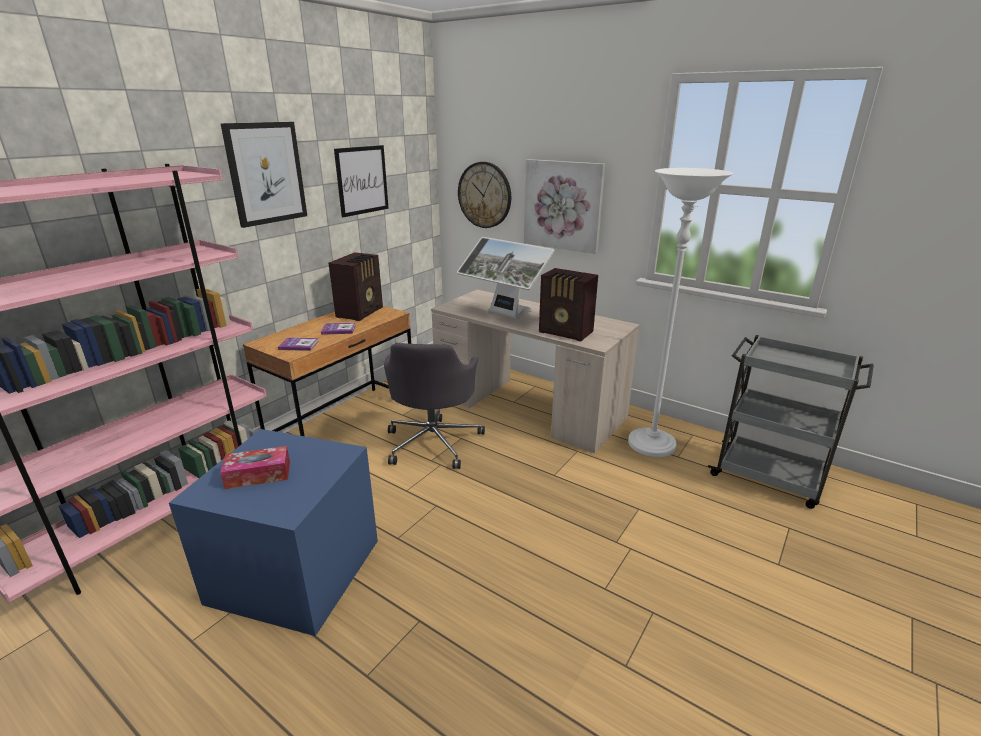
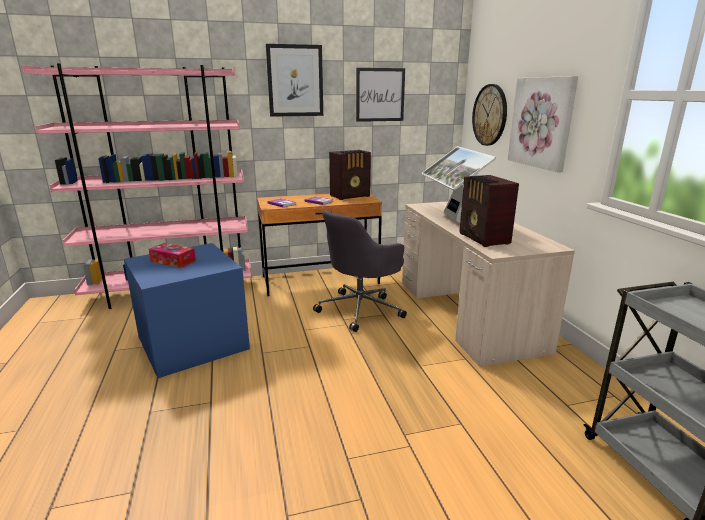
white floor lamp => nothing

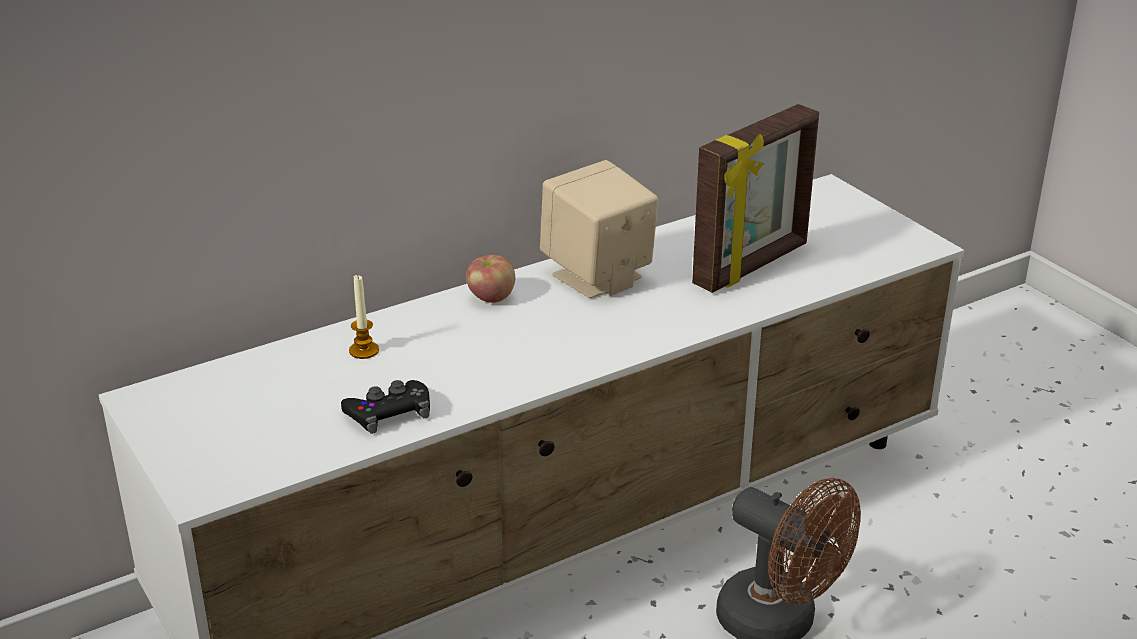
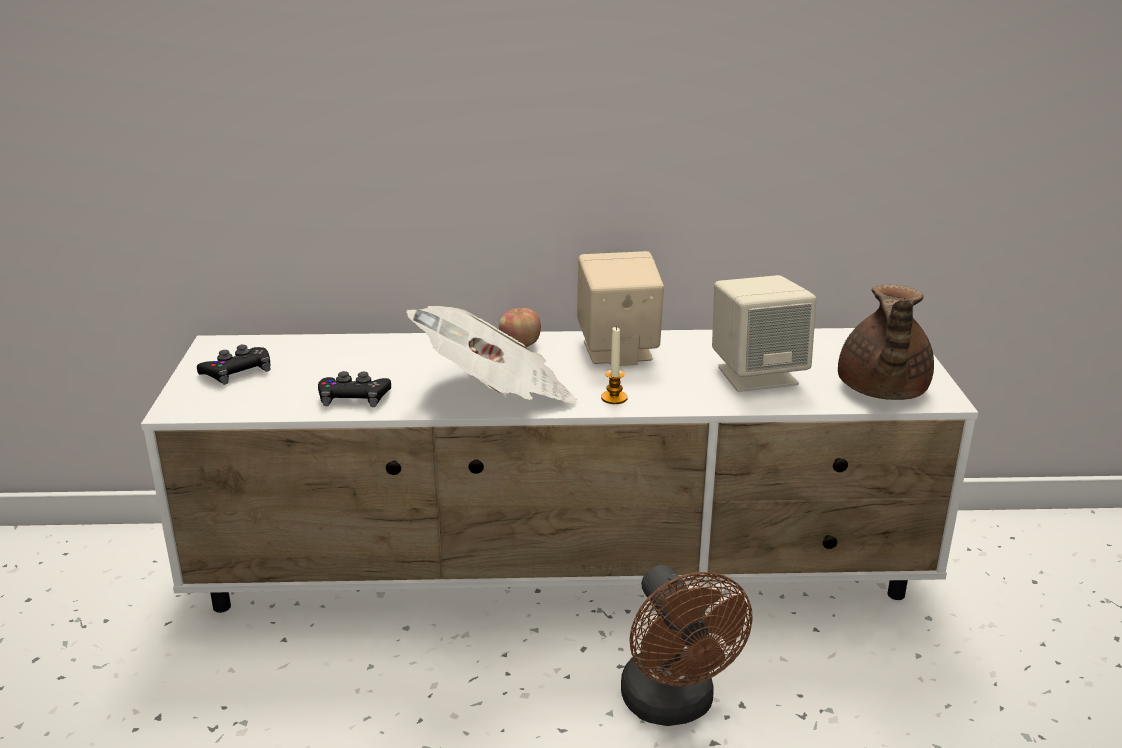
nothing => black game controller (1st from left)
nothing => newspaper
candle, move
picture frame => beige speaker (2nd from left)
nothing => brown teapot

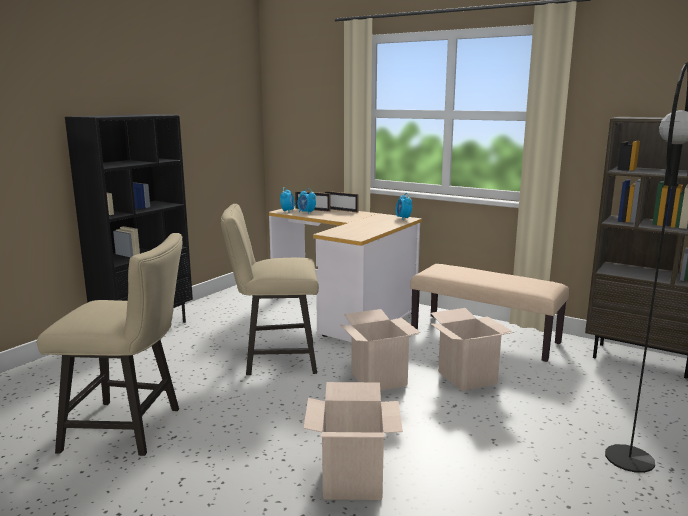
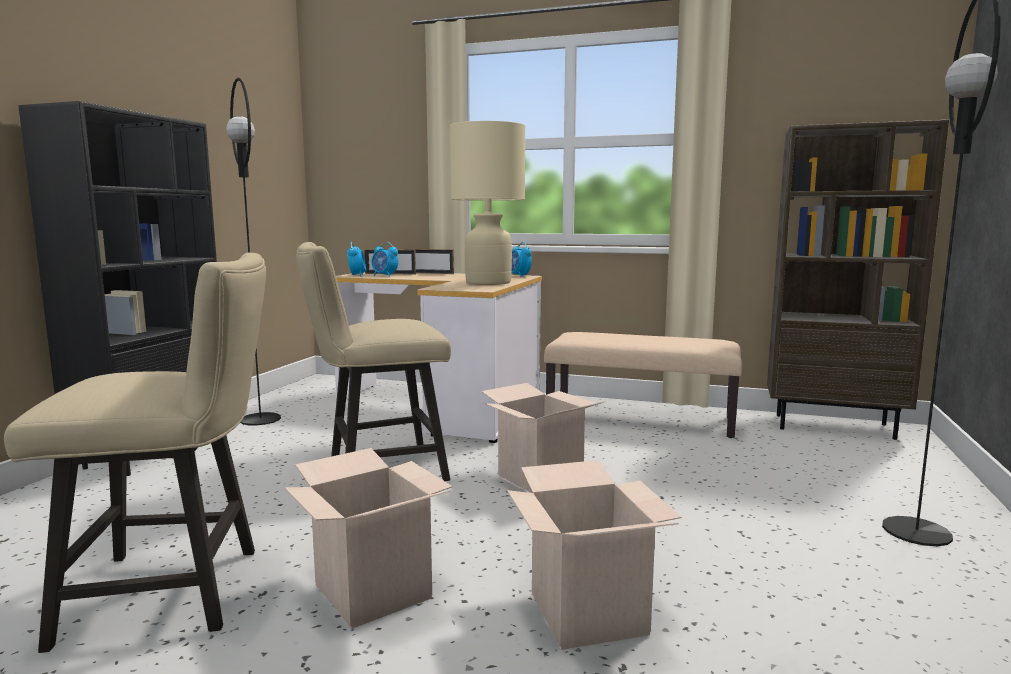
nothing => black floor lamp (1st from left)
cardboard box (3rd from left in the first image) => cardboard box (1st from left), move
nothing => beige table lamp

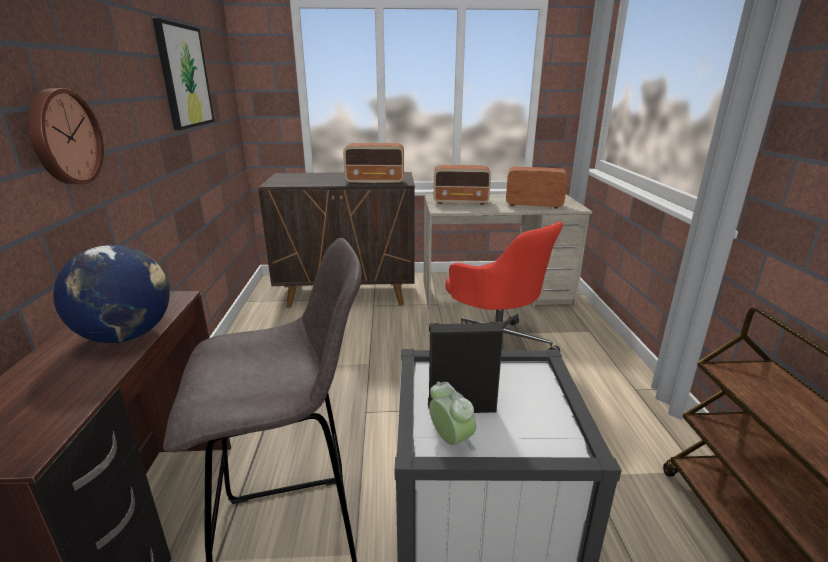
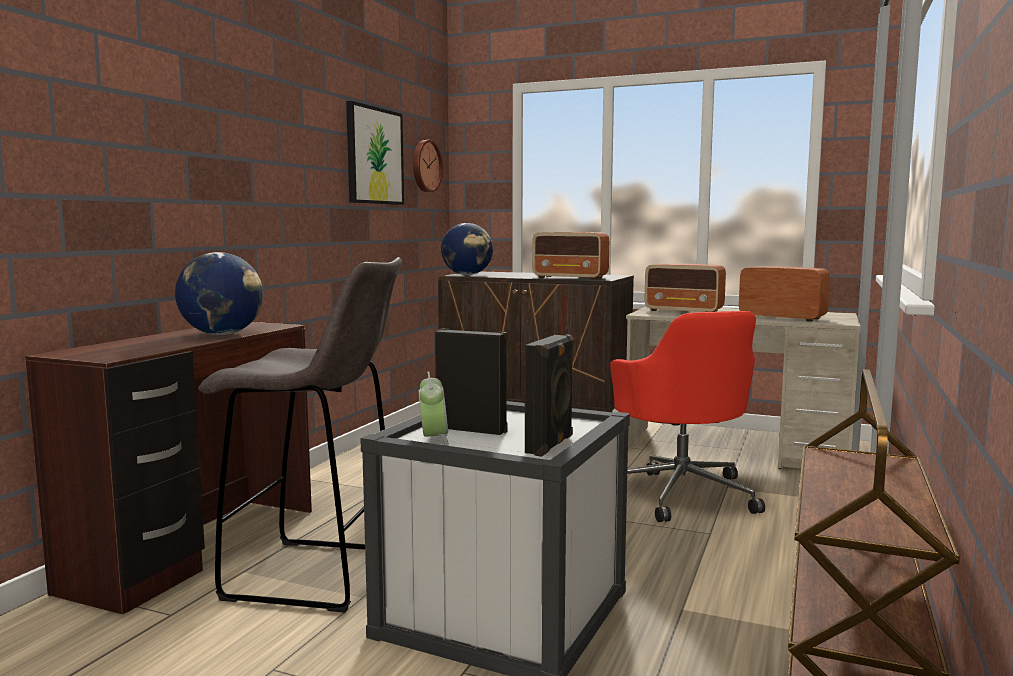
wall clock, move
nothing => globe (2nd from left)
nothing => black speaker (2nd from left)

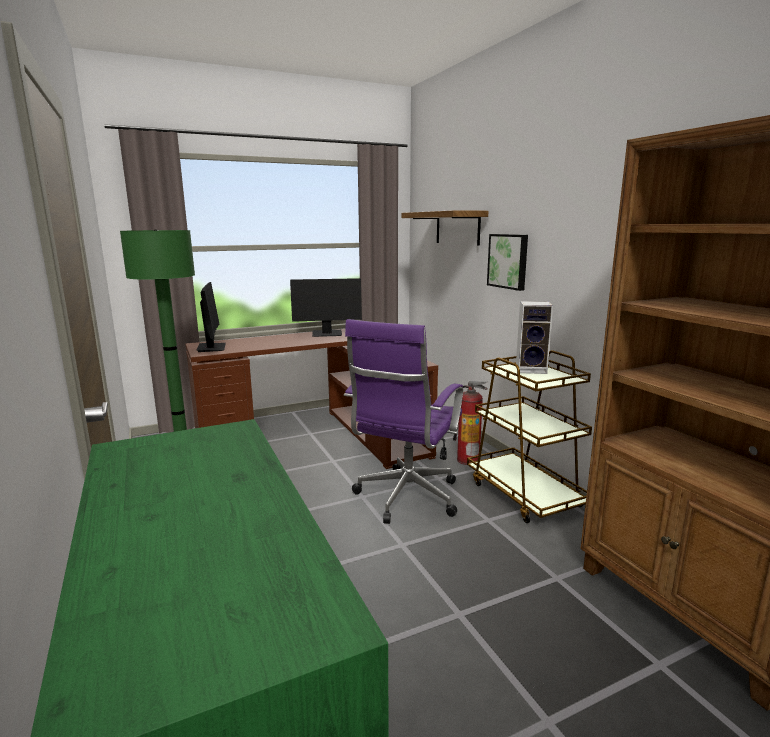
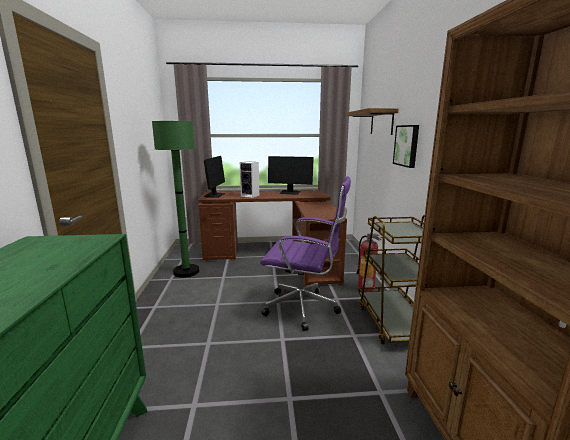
speaker, move
purple office chair, 120 degrees counterclockwise

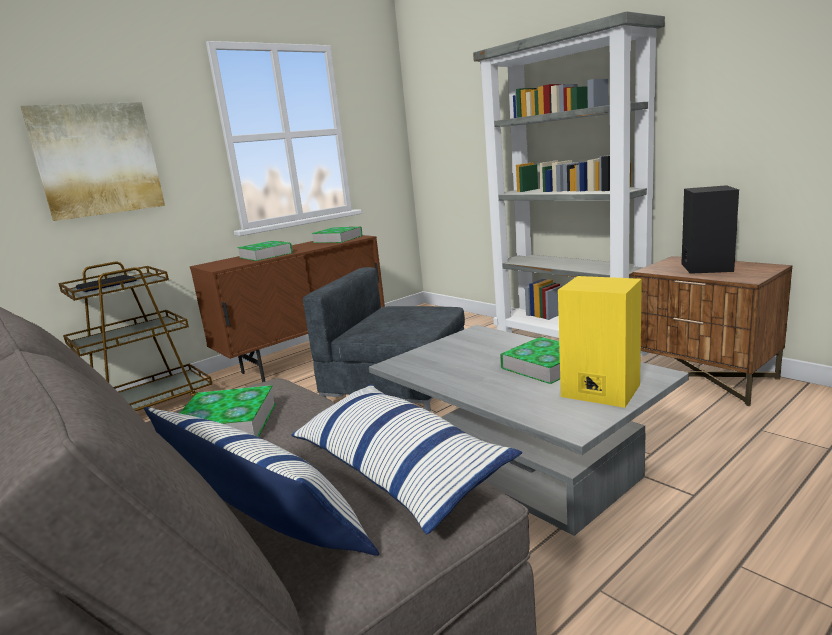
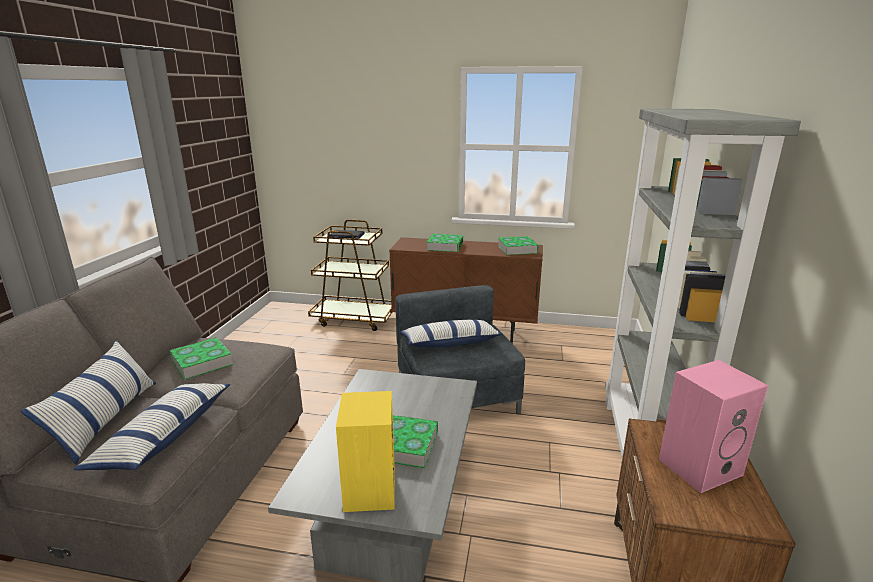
nothing => pillow (3rd from left)
black speaker => pink speaker
picture => nothing

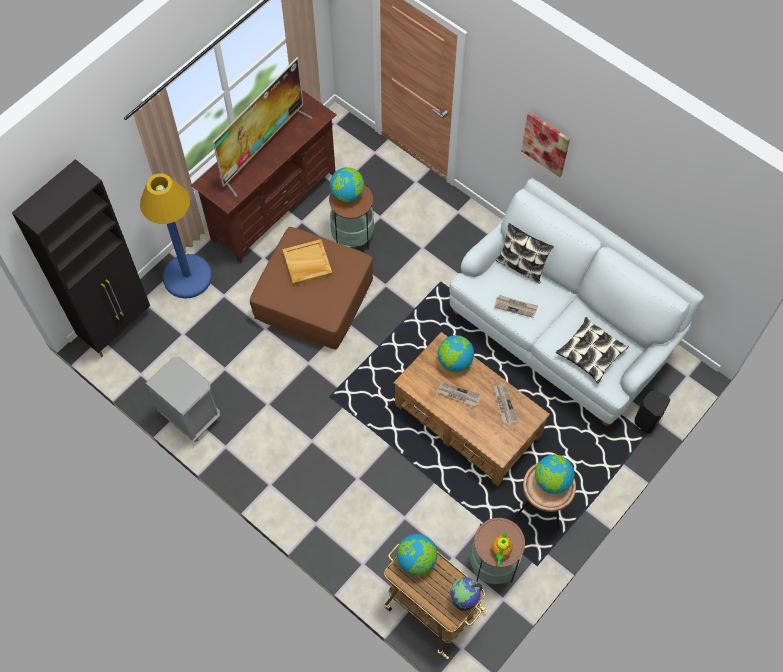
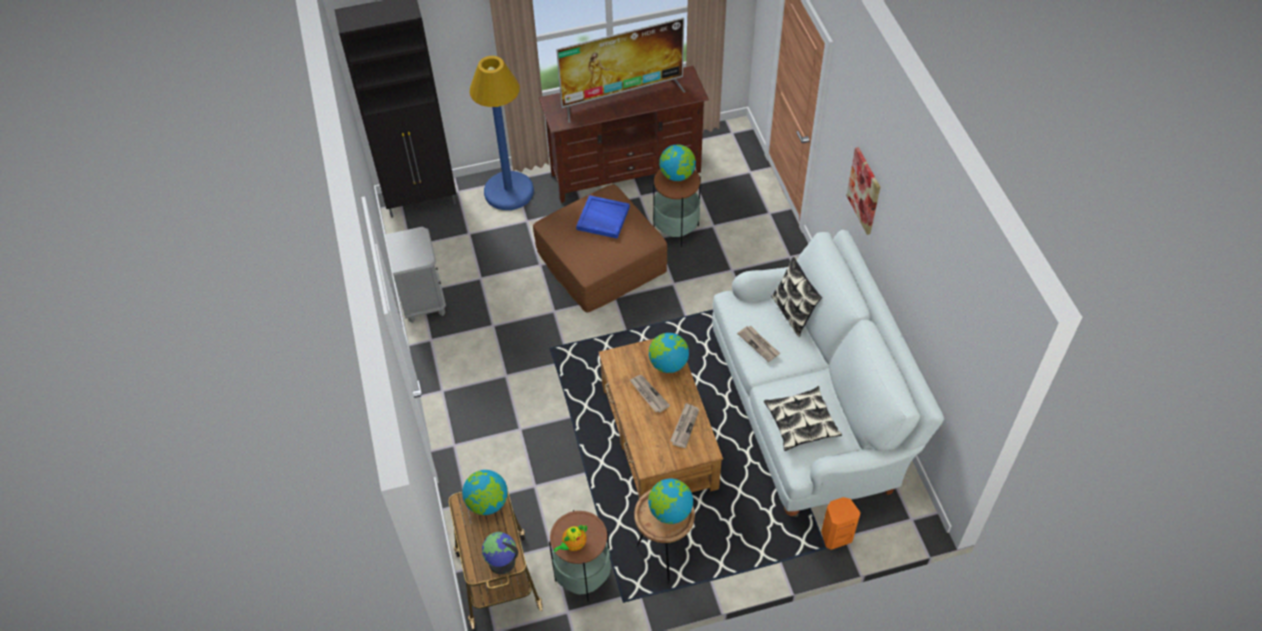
beige tray => blue tray
black speaker => orange speaker

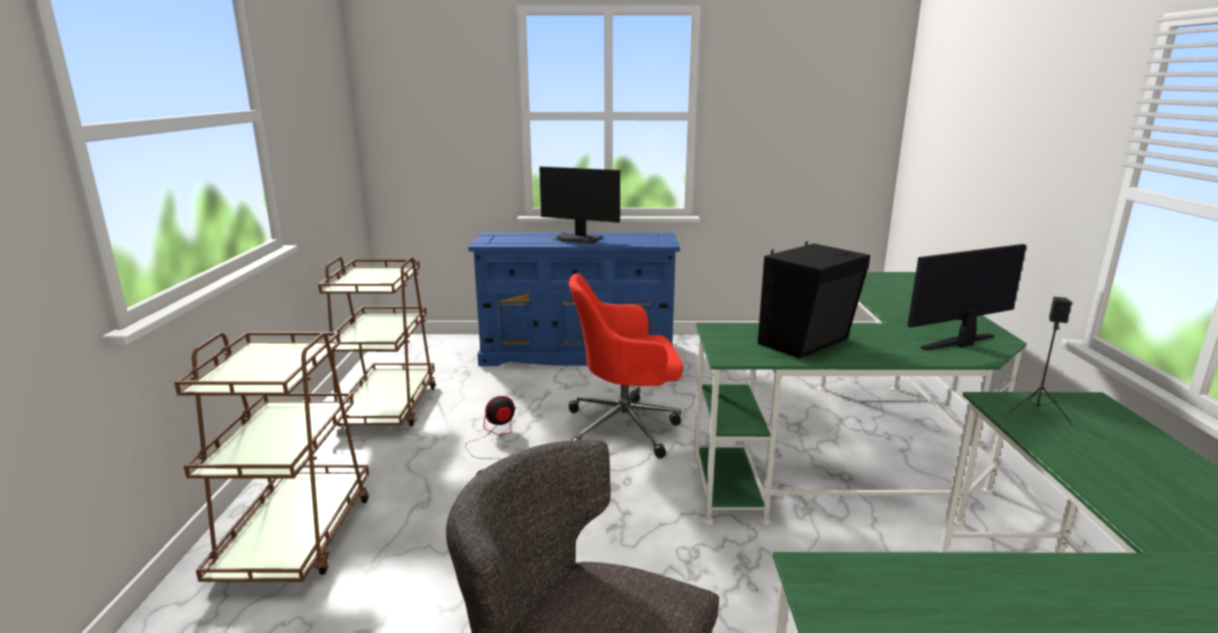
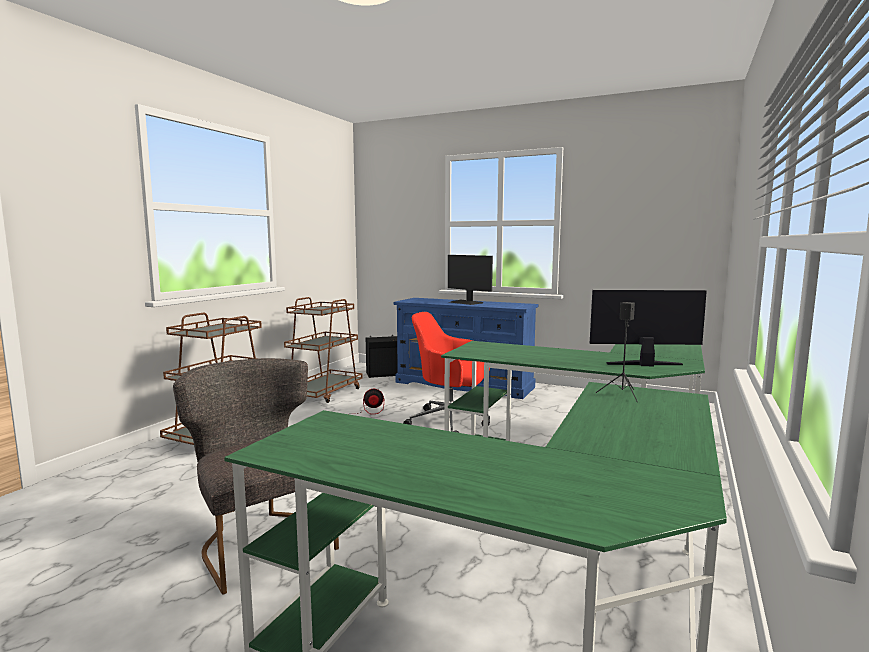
black speaker (1st from left), move

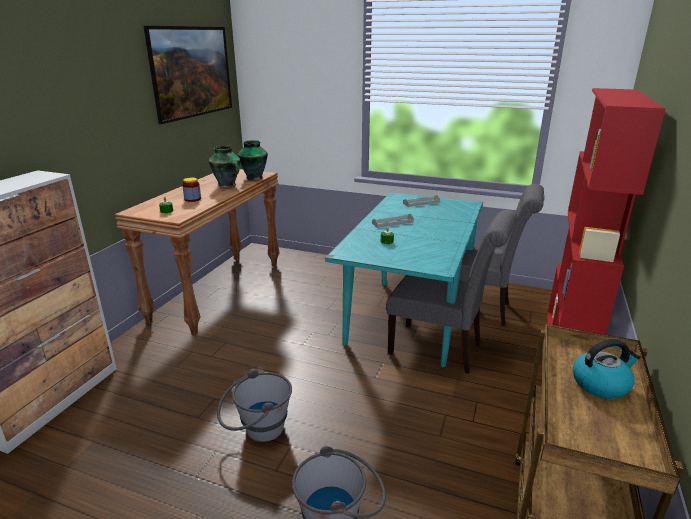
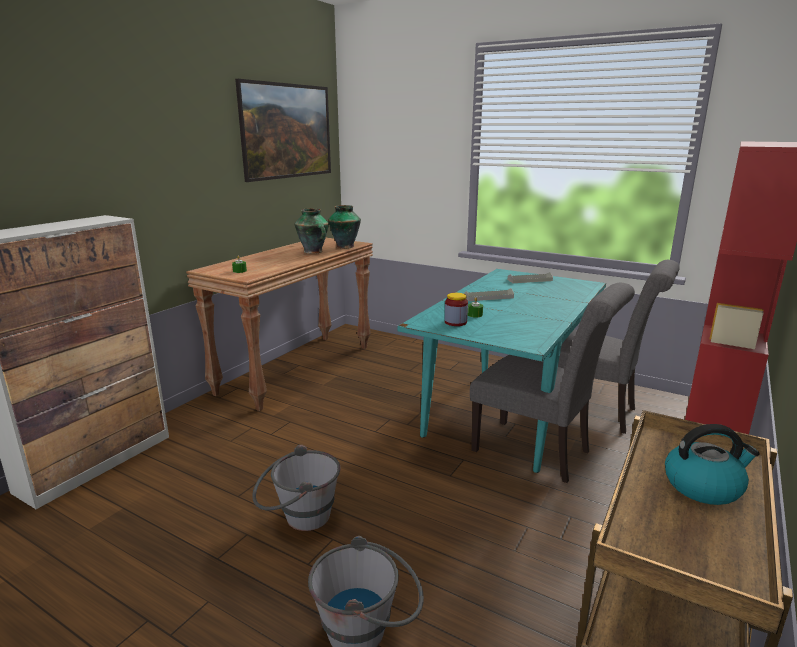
jar, move

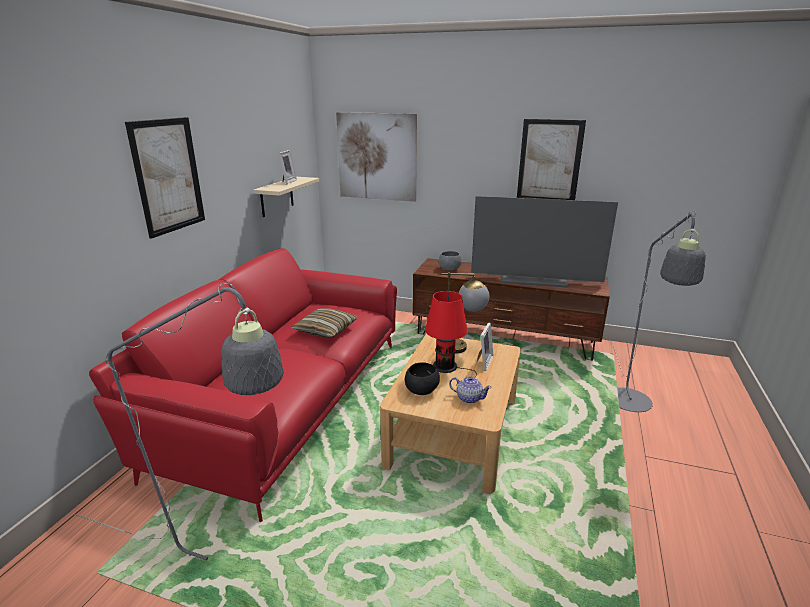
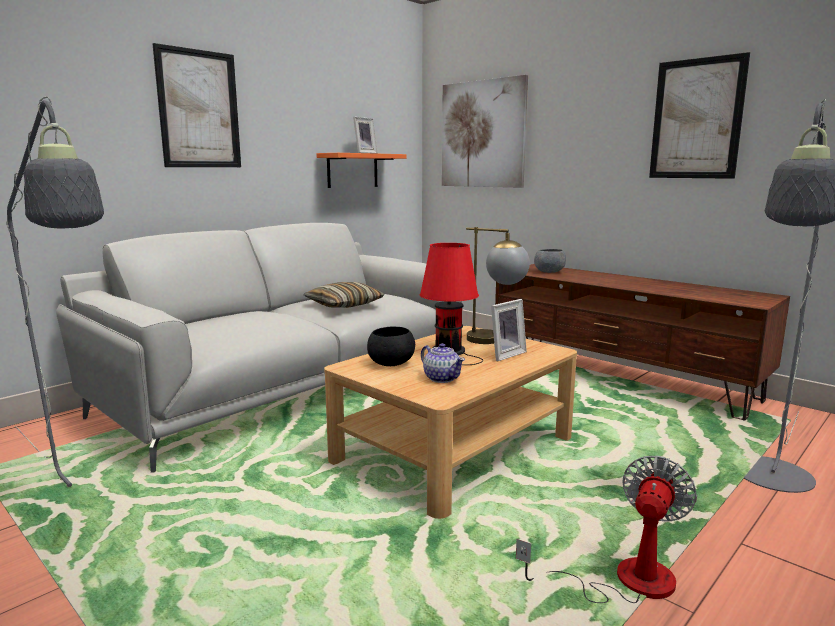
red sofa => grey sofa
beige shelf => orange shelf
nothing => fan
television => nothing

